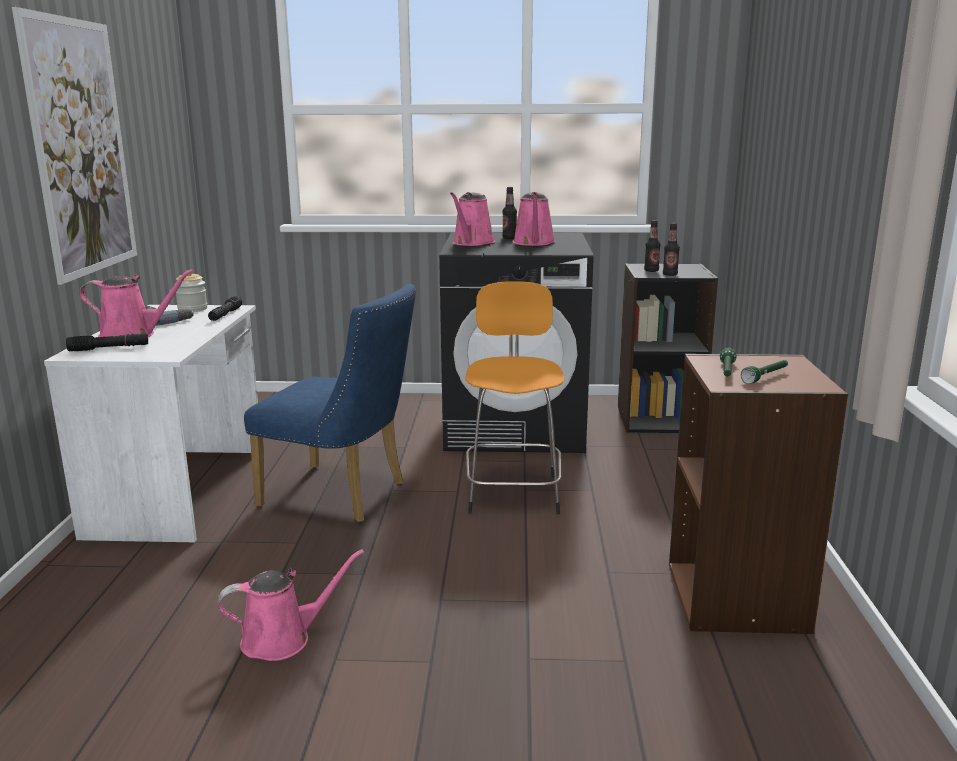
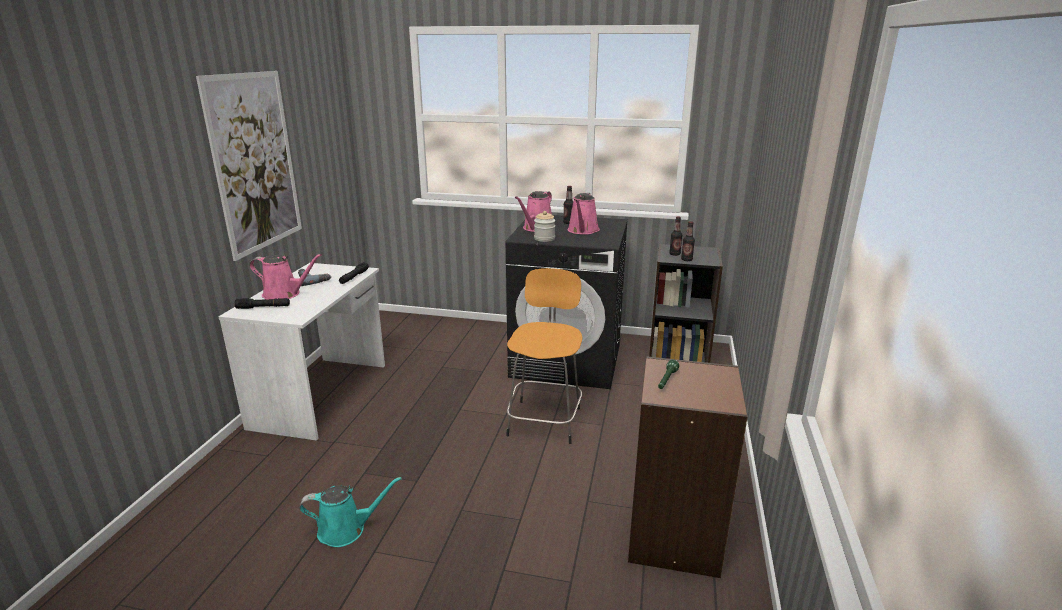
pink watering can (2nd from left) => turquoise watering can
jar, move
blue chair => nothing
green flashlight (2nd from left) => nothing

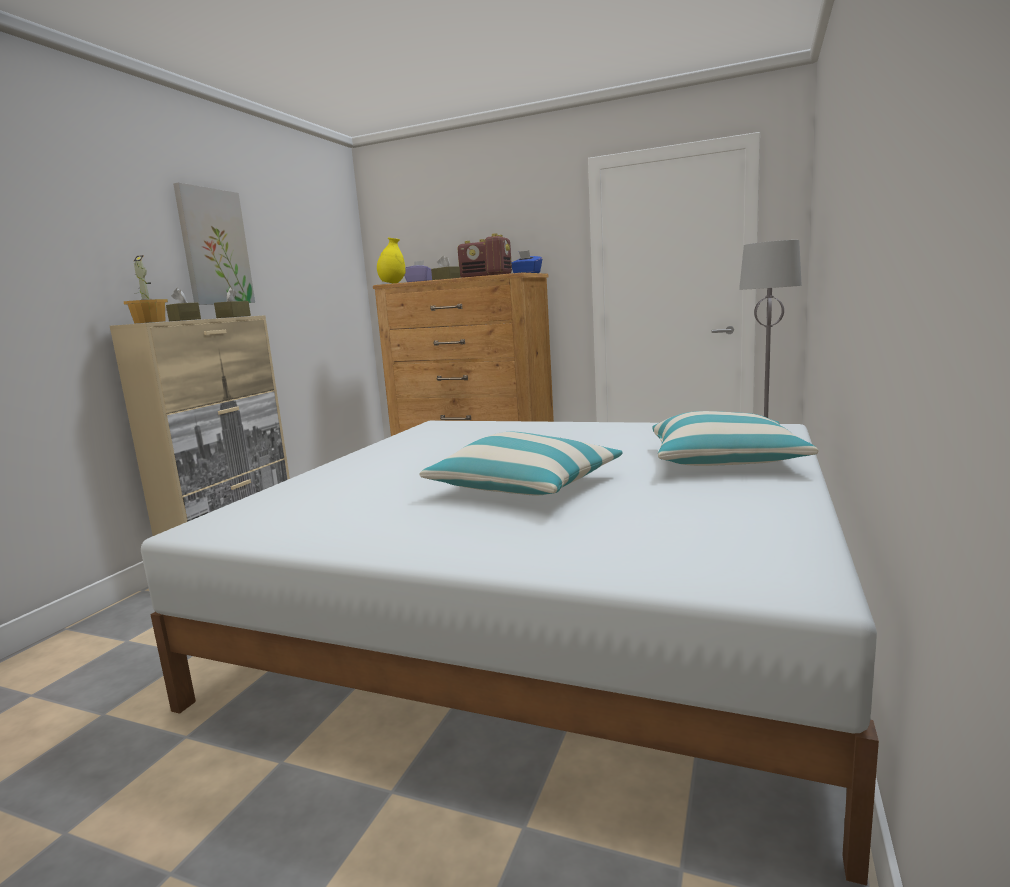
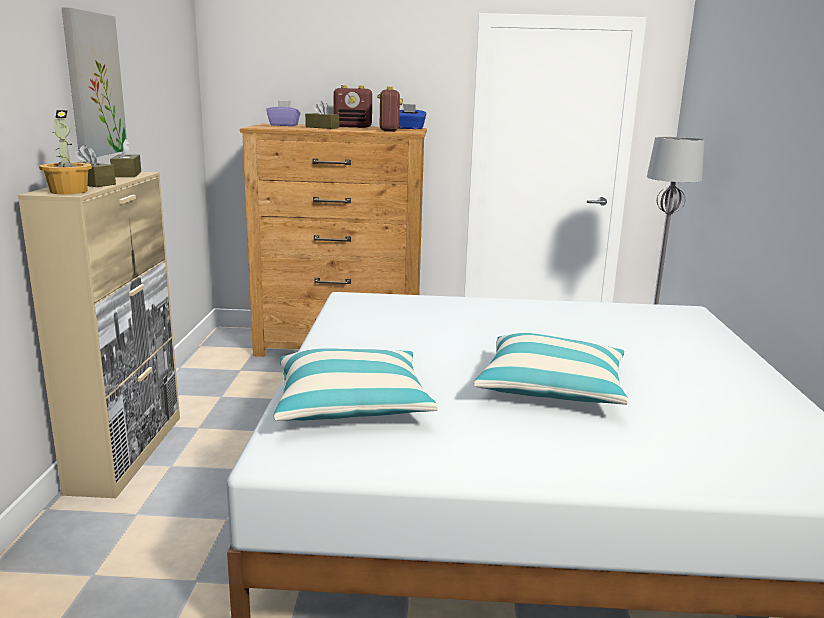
pillow (2nd from left in the first image) => pillow (1st from left), move
yellow vase => nothing

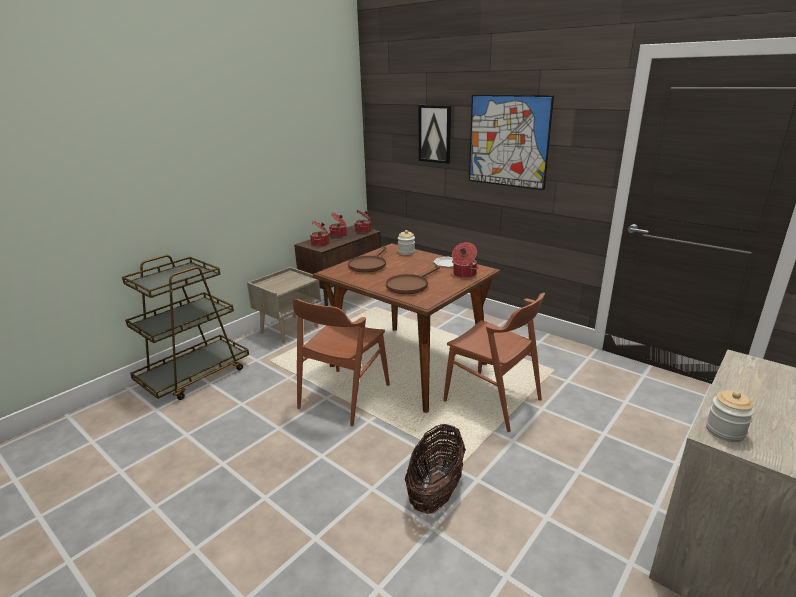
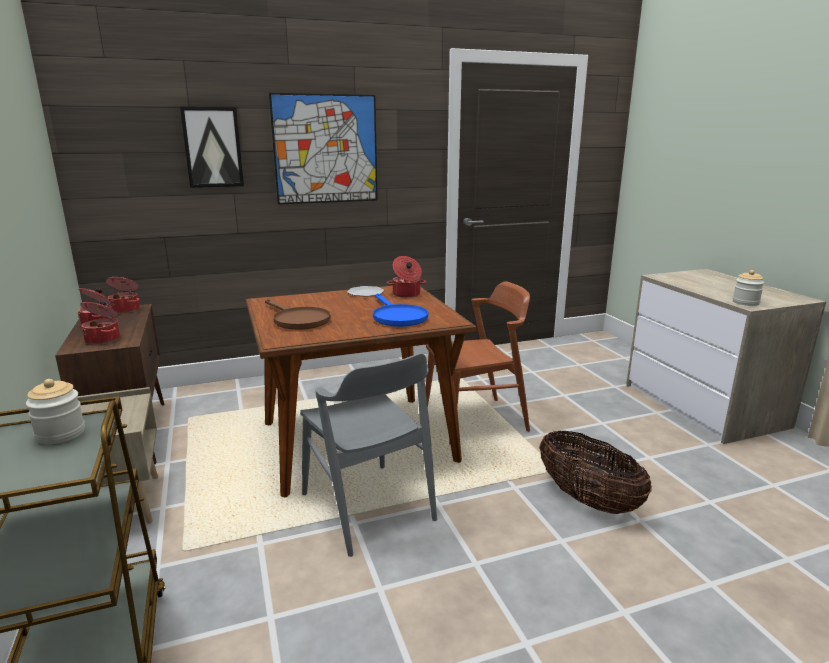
jar (1st from left), move
brown chair (1st from left) => grey chair
brown frying pan (2nd from left) => blue frying pan

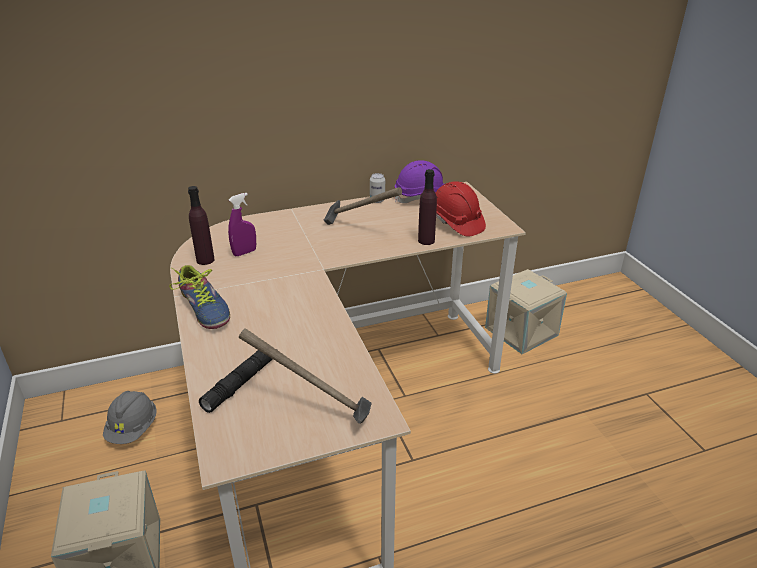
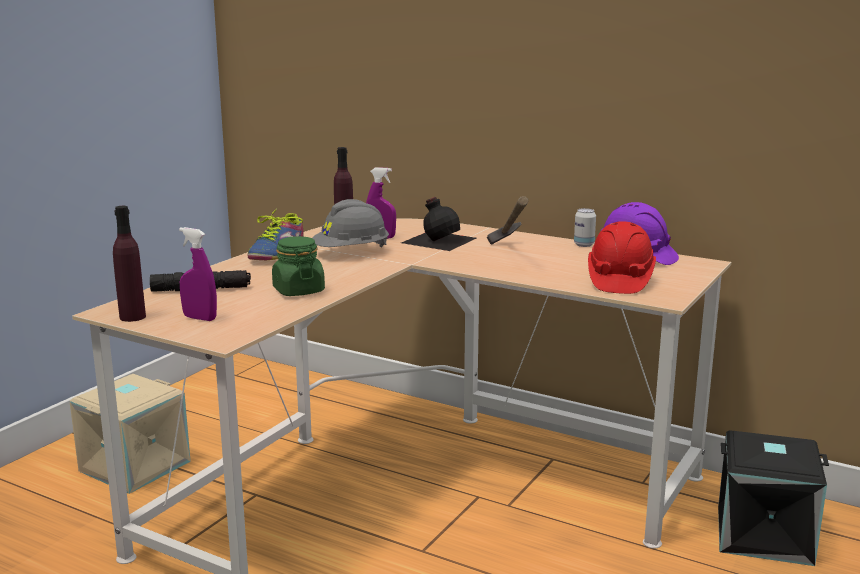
purple bottle (2nd from left in the first image) => purple bottle (1st from left), move
hammer (1st from left) => purple spray bottle (1st from left)
nothing => green jar
grey hard hat, move
nothing => black bottle
beige storage box (2nd from left) => black storage box

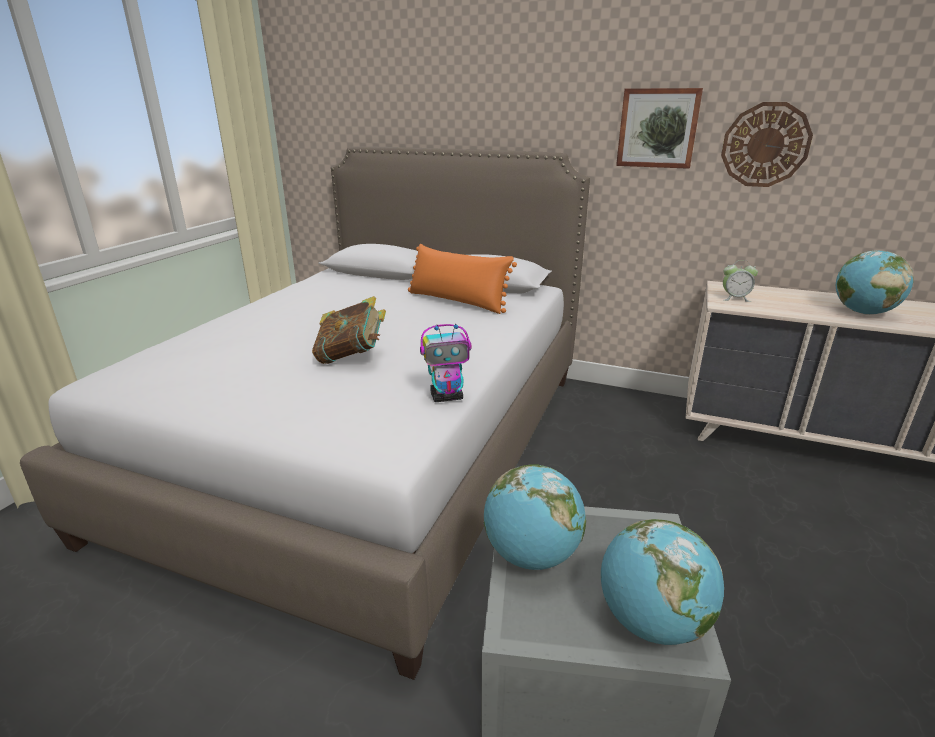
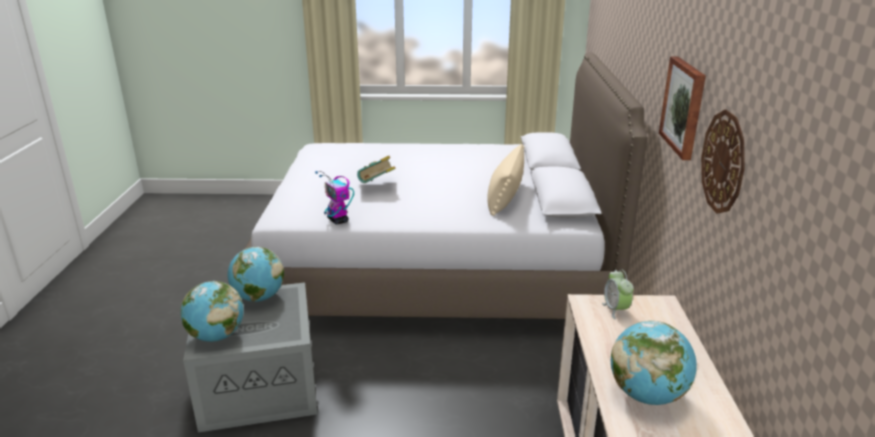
orange pillow => beige pillow

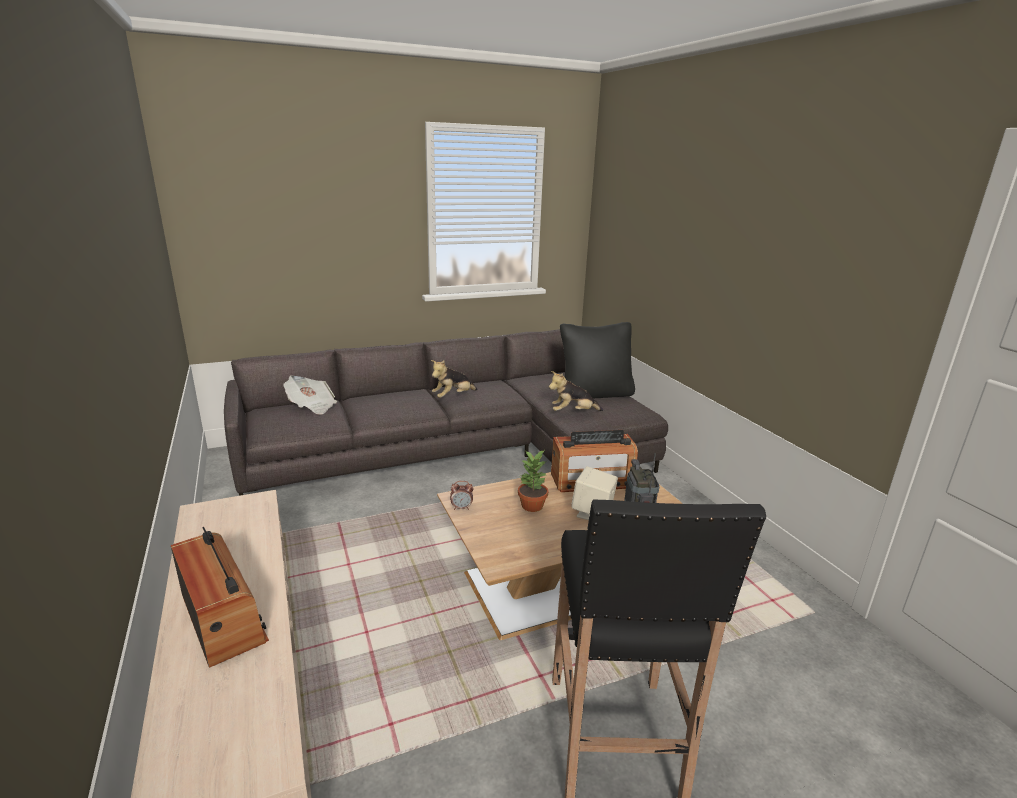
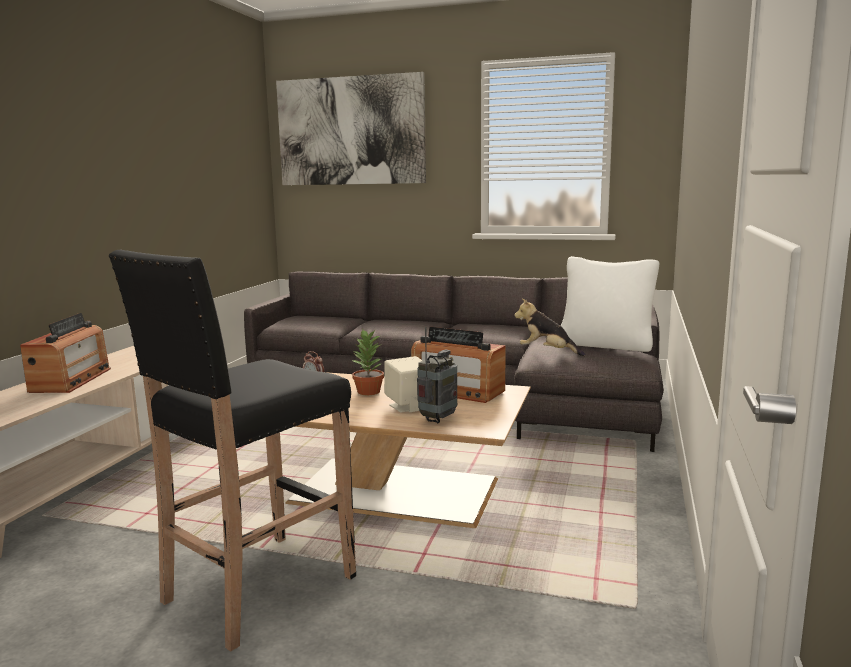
nothing => picture
black pillow => white pillow
newspaper => nothing
plush toy (1st from left) => nothing

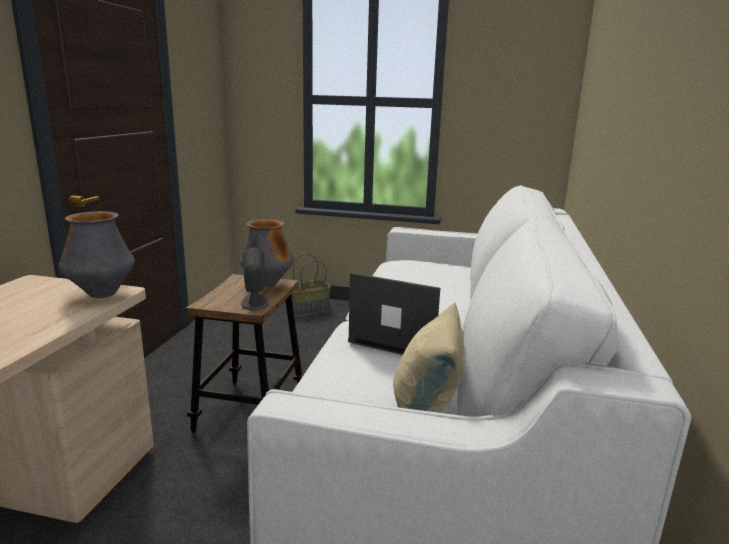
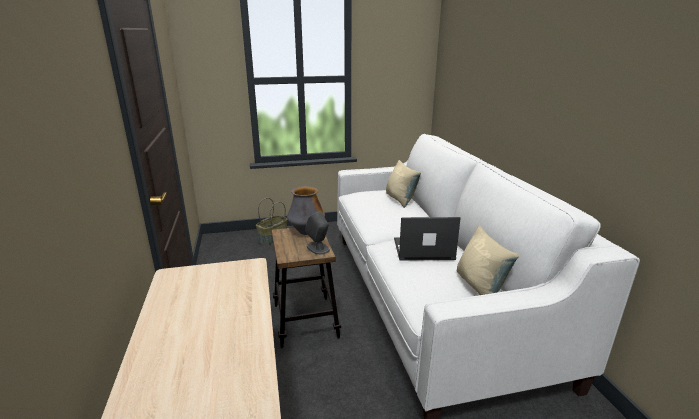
nothing => beige pillow (1st from left)
vase (1st from left) => nothing

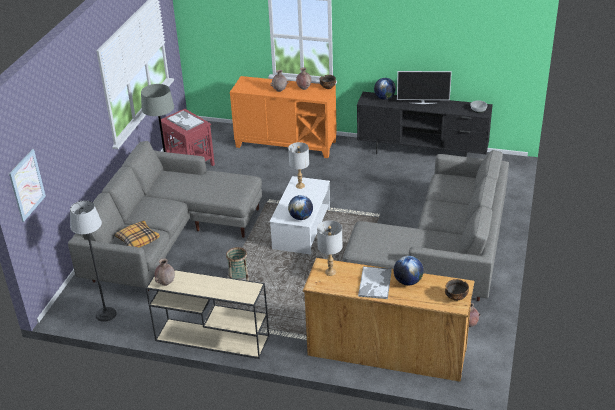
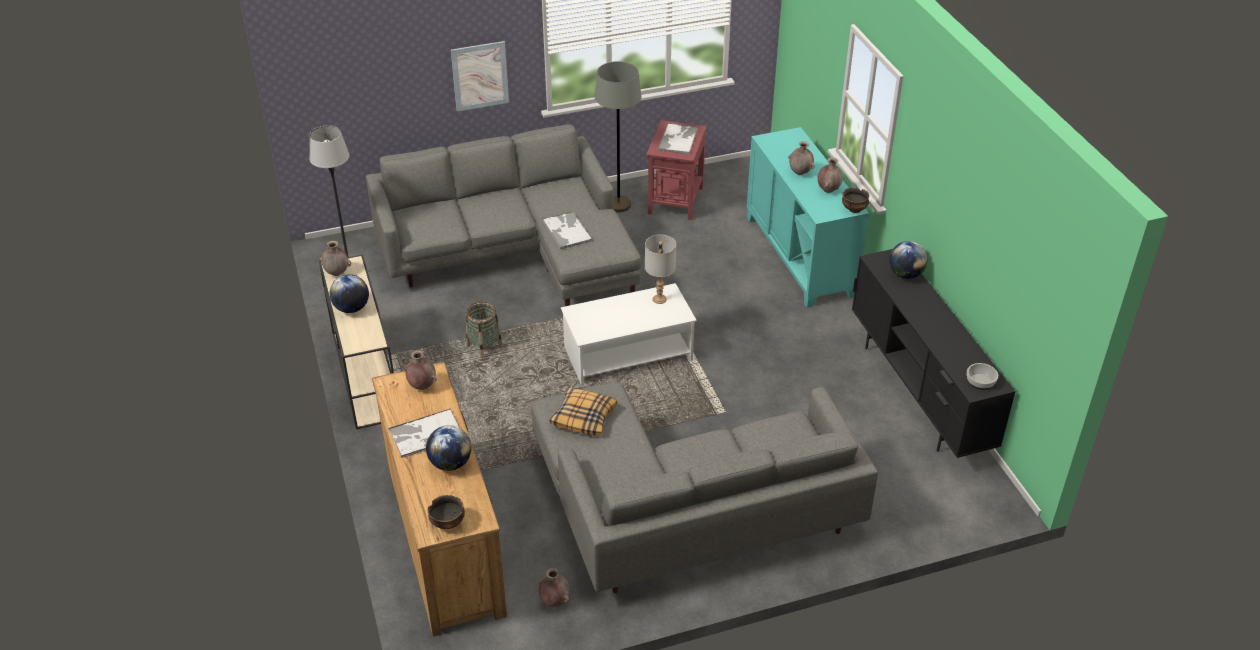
globe (1st from left), move
grey table lamp (2nd from left) => brown vase (2nd from left)
picture, move
nothing => tray (2nd from left)
pillow, move
orange cabinet => turquoise cabinet
television => nothing

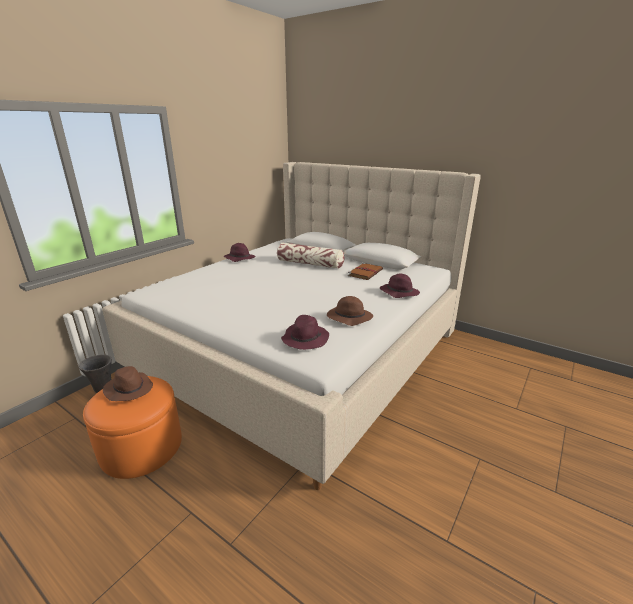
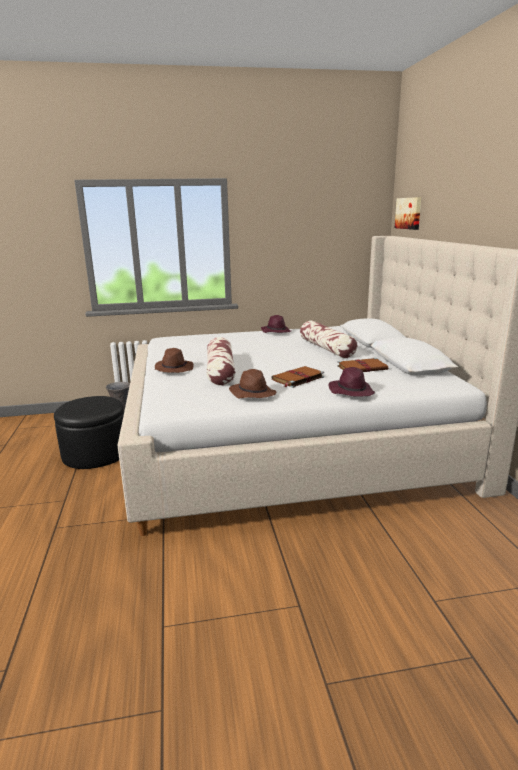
orange ottoman => black ottoman
brown hat (1st from left), move
nothing => pillow (1st from left)
nothing => brown book (1st from left)
nothing => picture
purple hat (2nd from left) => nothing

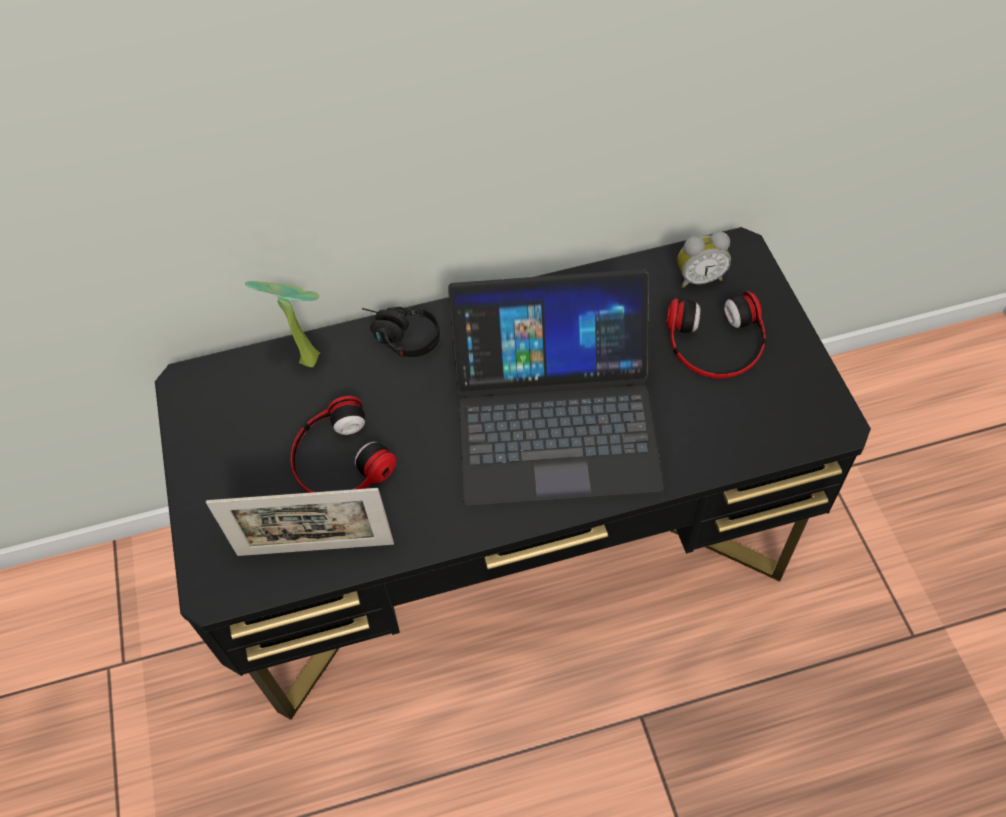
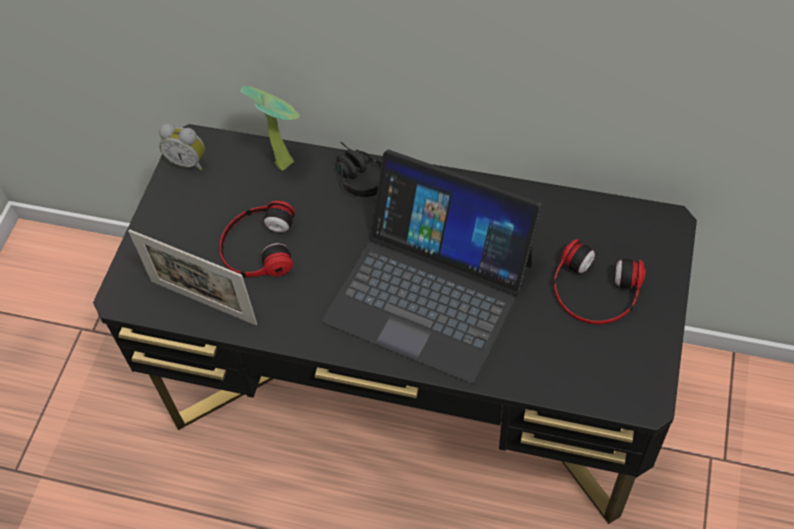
alarm clock, move

